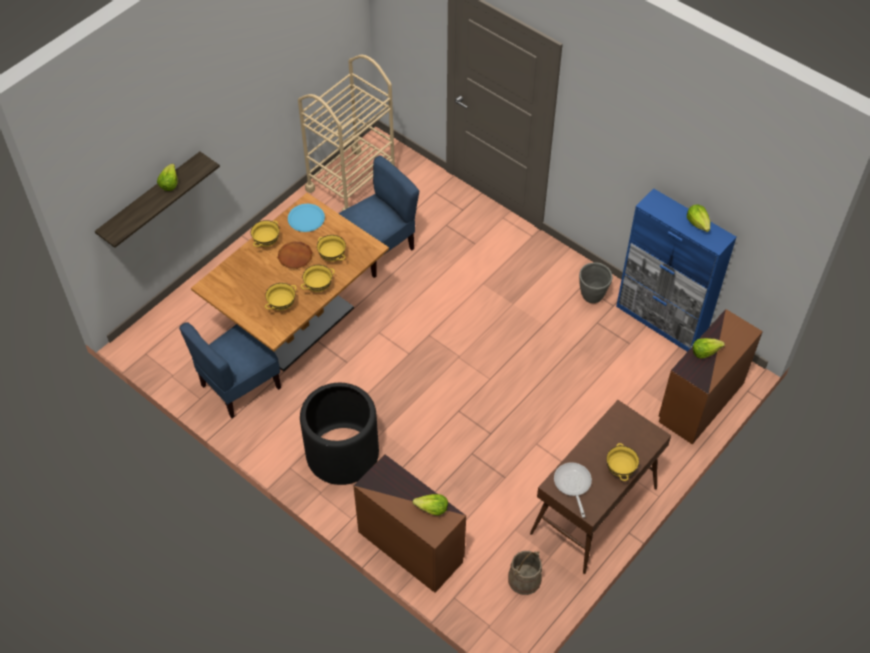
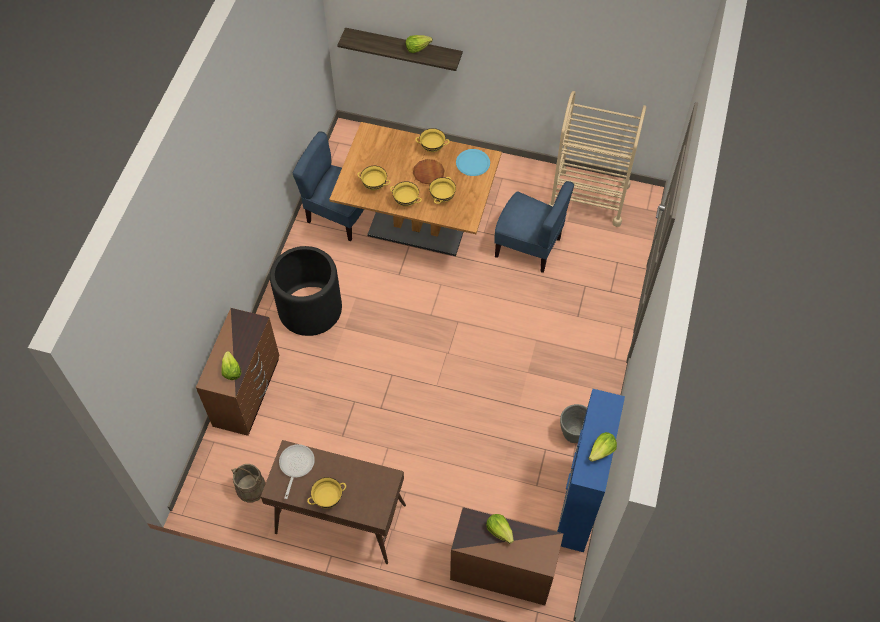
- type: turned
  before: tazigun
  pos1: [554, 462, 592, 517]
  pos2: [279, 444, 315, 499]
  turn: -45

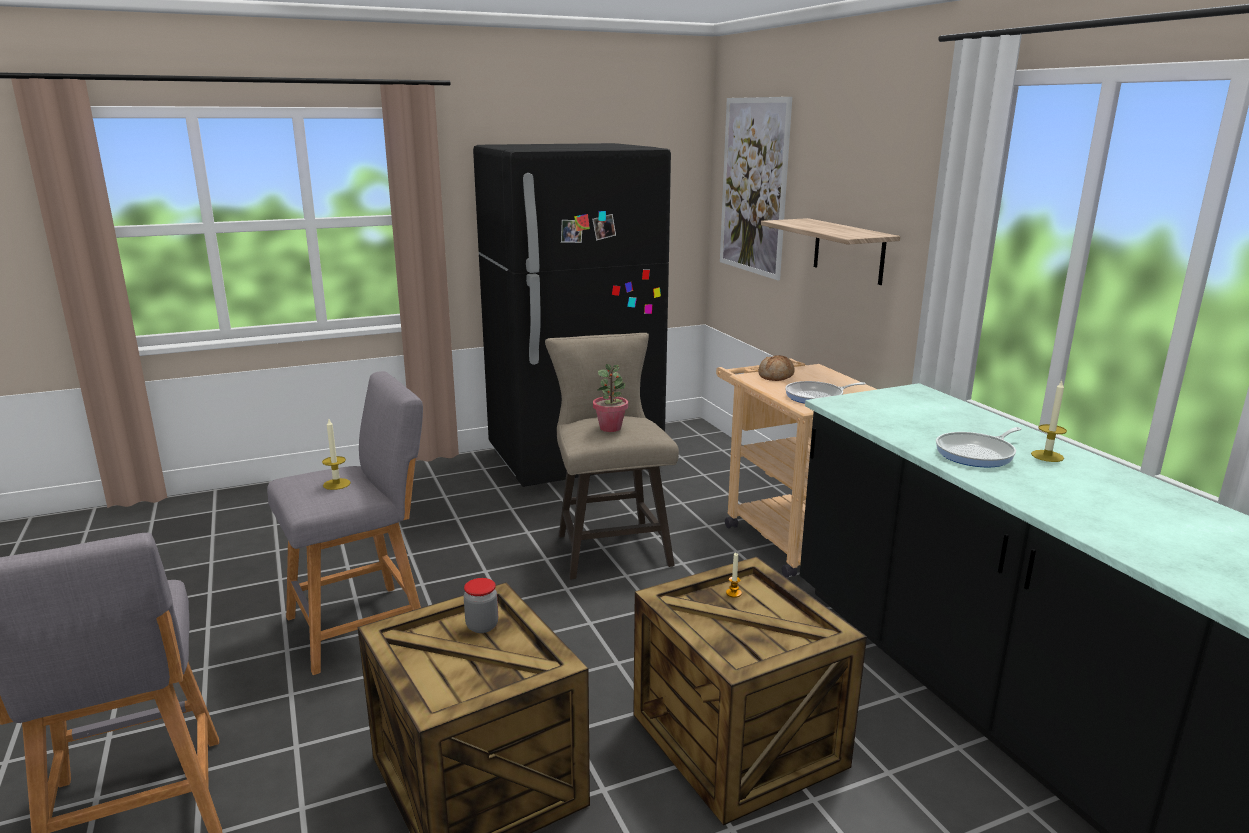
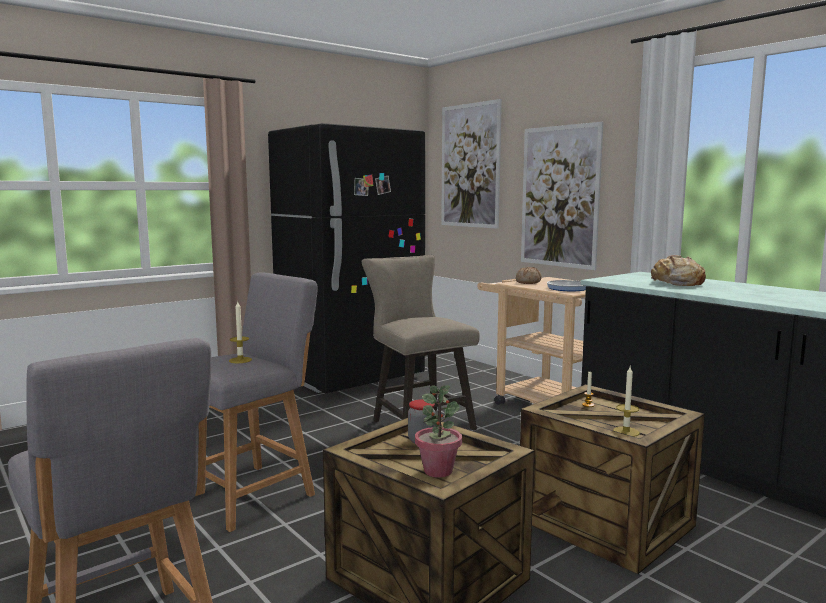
- type: replaced
  before: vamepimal
  after: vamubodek
  pos1: [761, 218, 900, 285]
  pos2: [521, 122, 603, 270]
- type: moved
  before: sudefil
  pos1: [593, 364, 628, 432]
  pos2: [415, 385, 462, 478]
- type: moved
  before: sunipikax
  pos1: [1031, 381, 1067, 462]
  pos2: [613, 367, 640, 437]
- type: removed
  before: tazigun
  pos1: [936, 427, 1021, 467]
- type: added
  after: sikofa
  pos2: [651, 255, 706, 286]

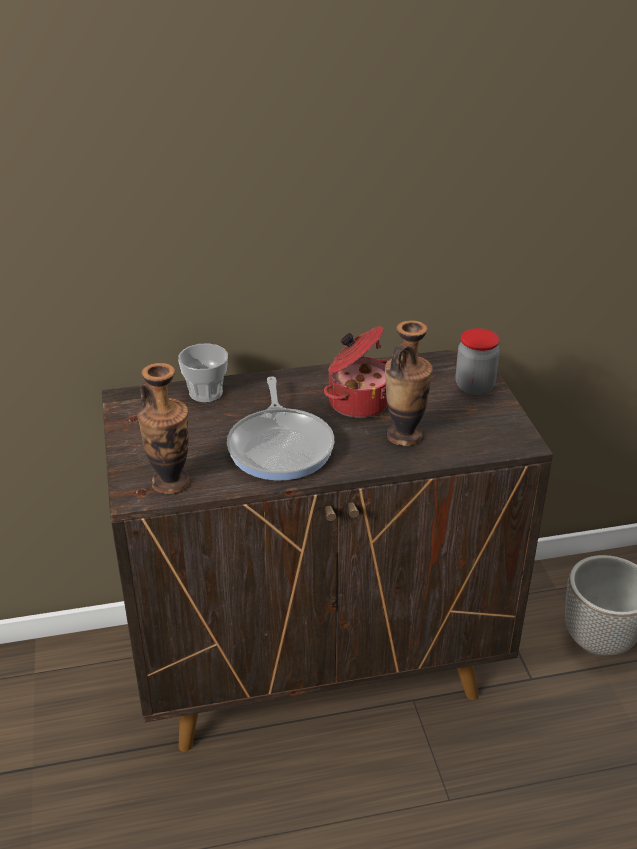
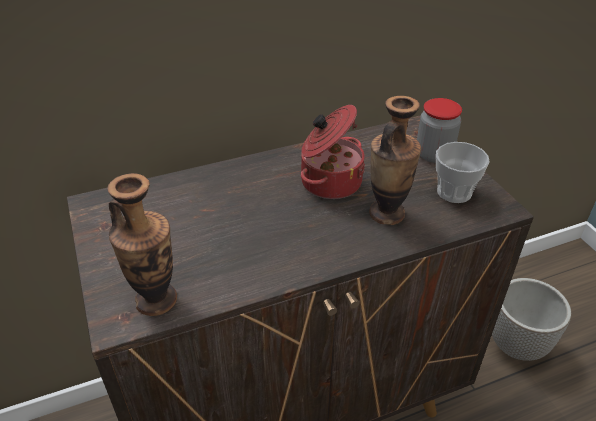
- type: moved
  before: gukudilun
  pos1: [178, 343, 228, 402]
  pos2: [436, 142, 490, 203]
- type: removed
  before: tazigun
  pos1: [227, 376, 335, 480]

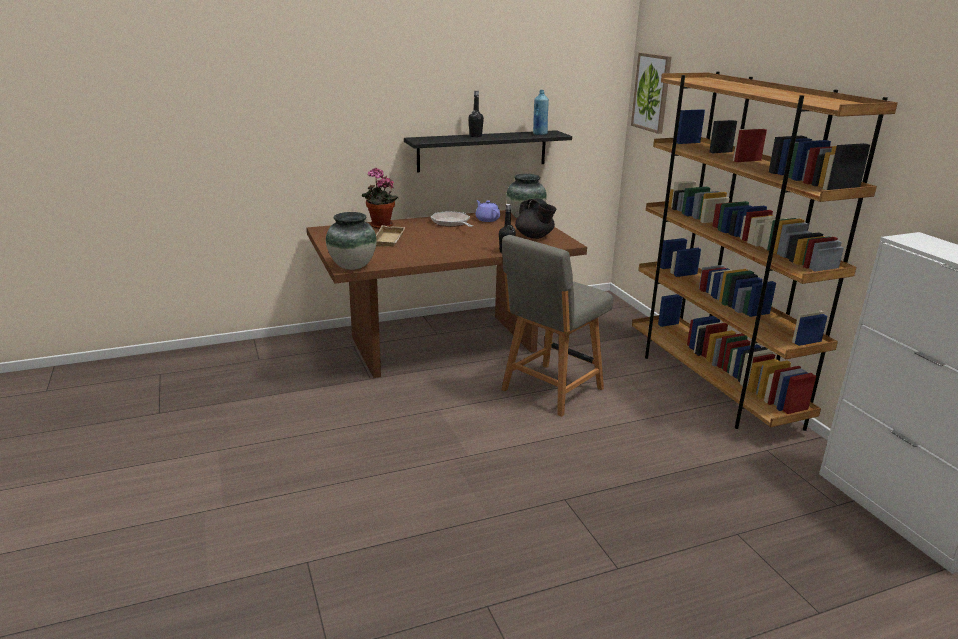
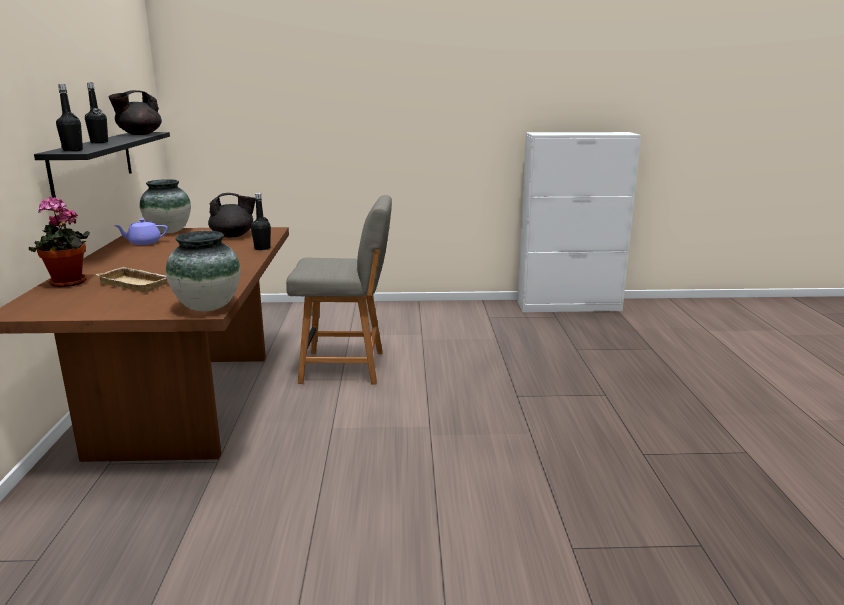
- type: removed
  before: vamubodek
  pos1: [631, 53, 671, 134]
- type: removed
  before: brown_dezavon
  pos1: [632, 72, 898, 431]
- type: replaced
  before: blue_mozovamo
  after: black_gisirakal
  pos1: [533, 90, 549, 135]
  pos2: [108, 90, 162, 135]
- type: removed
  before: tazigun
  pos1: [431, 211, 473, 227]
- type: turned
  before: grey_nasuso
  pos1: [501, 235, 613, 417]
  pos2: [286, 195, 392, 385]
  turn: -60
- type: added
  after: black_mozovamo
  pos2: [56, 84, 83, 152]

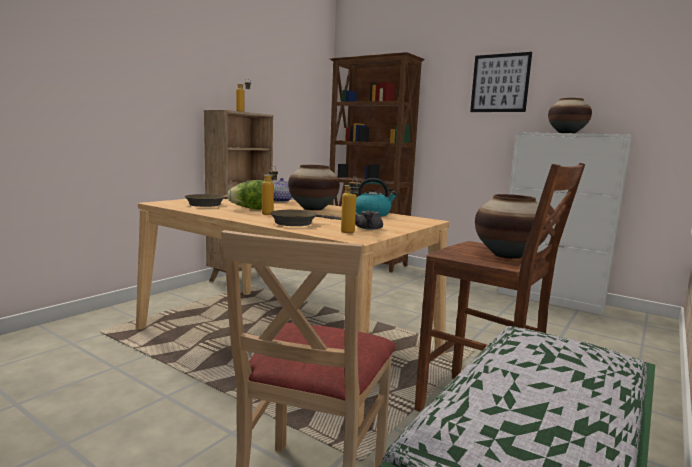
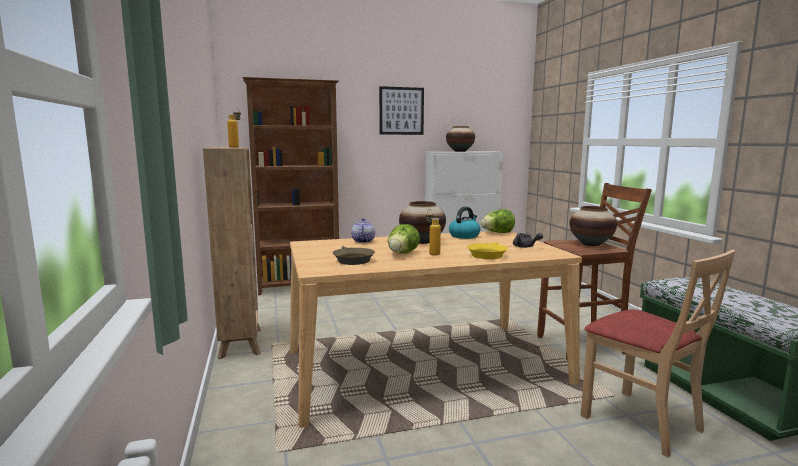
- type: removed
  before: mozovamo
  pos1: [341, 176, 360, 233]
- type: recoloured
  before: brown_tazigun
  after: yellow_tazigun
  pos1: [270, 210, 341, 226]
  pos2: [467, 242, 508, 259]
- type: added
  after: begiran
  pos2: [481, 209, 515, 233]

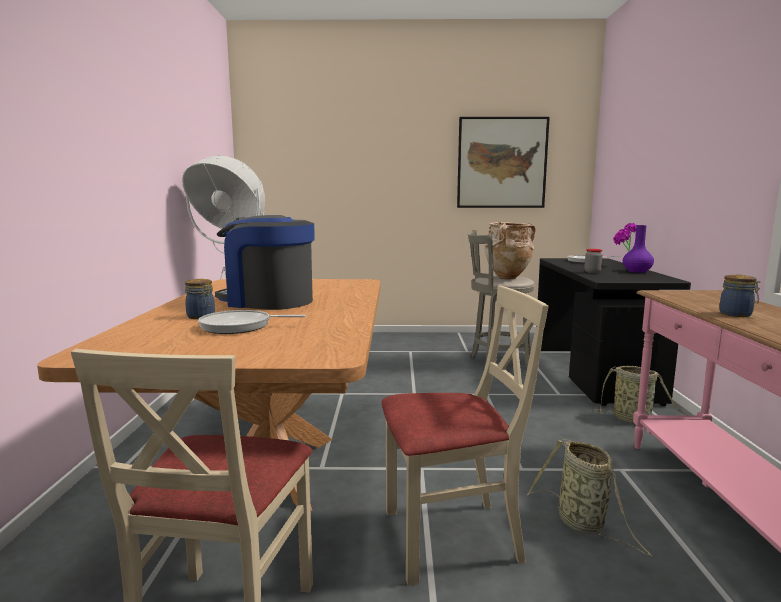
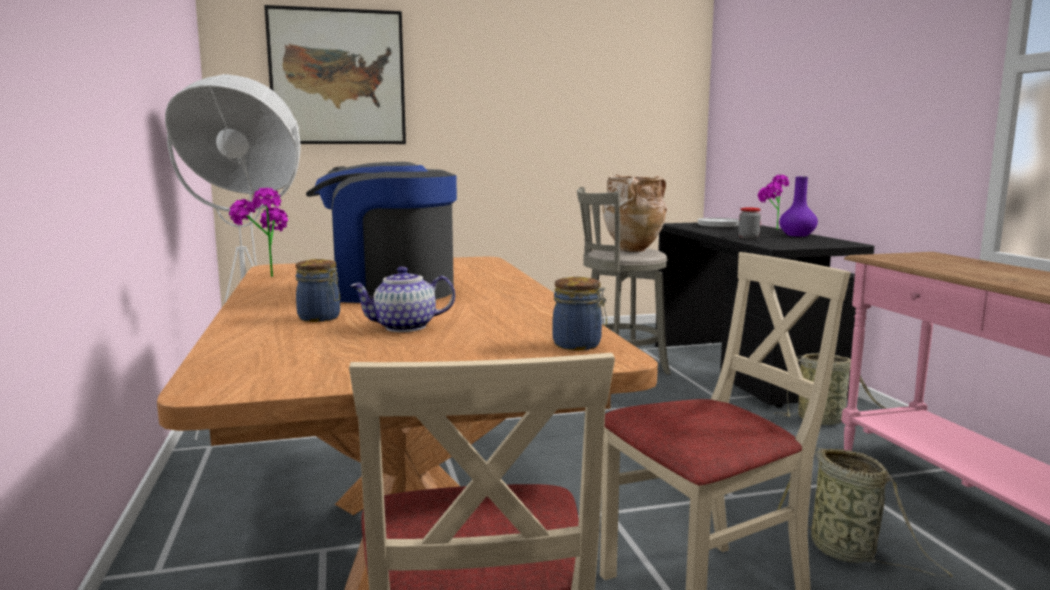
- type: moved
  before: vamubodek
  pos1: [457, 117, 550, 208]
  pos2: [264, 5, 406, 144]
- type: moved
  before: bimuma
  pos1: [719, 274, 761, 317]
  pos2: [552, 277, 607, 350]
- type: replaced
  before: tazigun
  after: gisirakal
  pos1: [198, 310, 306, 334]
  pos2: [350, 266, 455, 332]
- type: added
  after: sudefil
  pos2: [229, 188, 288, 277]

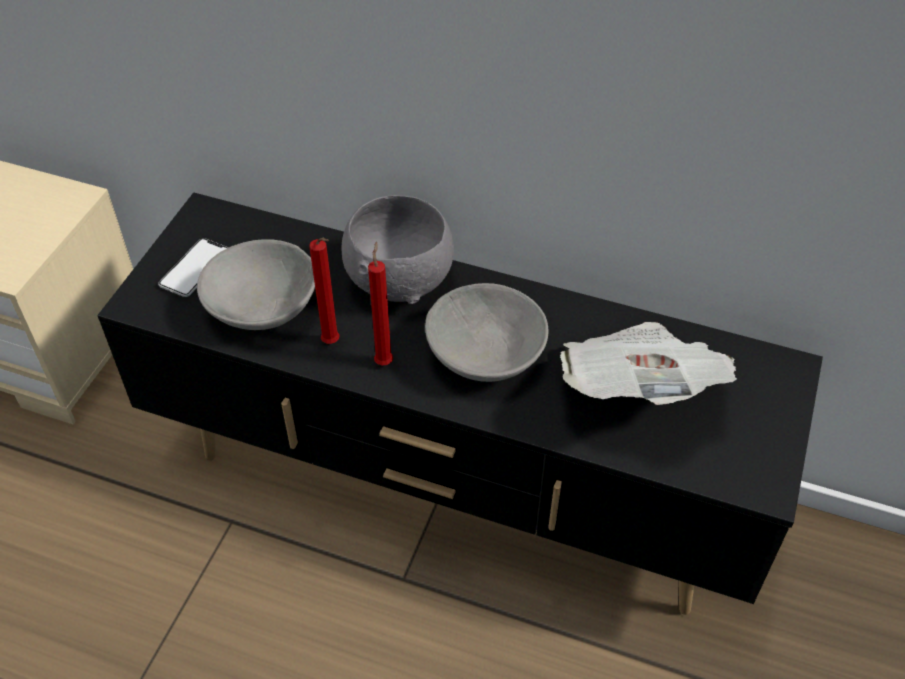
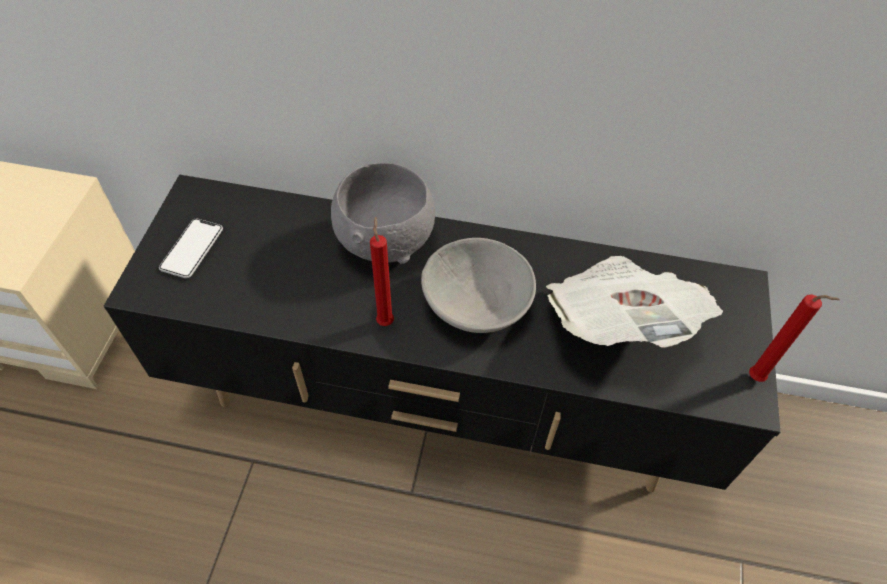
- type: moved
  before: red_sunipikax
  pos1: [309, 238, 340, 344]
  pos2: [749, 295, 840, 382]
- type: removed
  before: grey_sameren
  pos1: [197, 239, 315, 330]

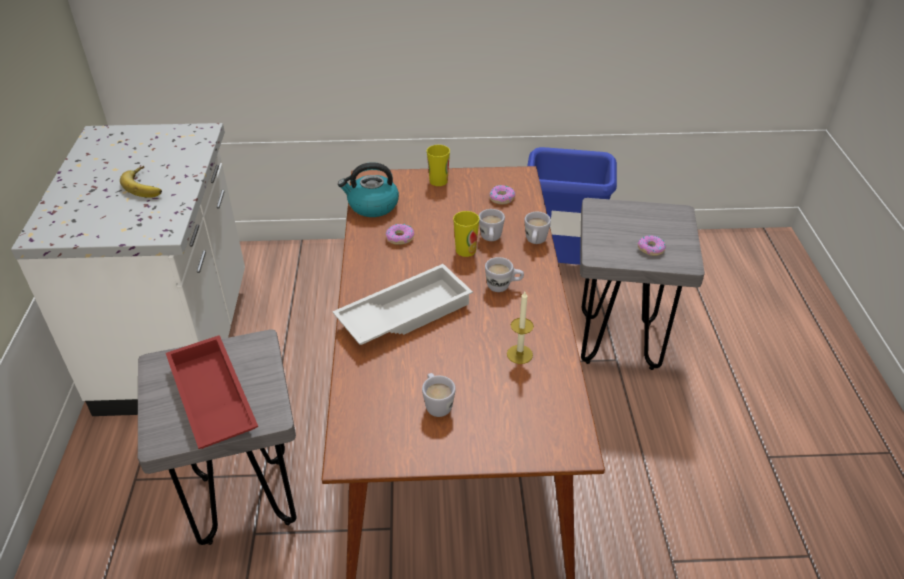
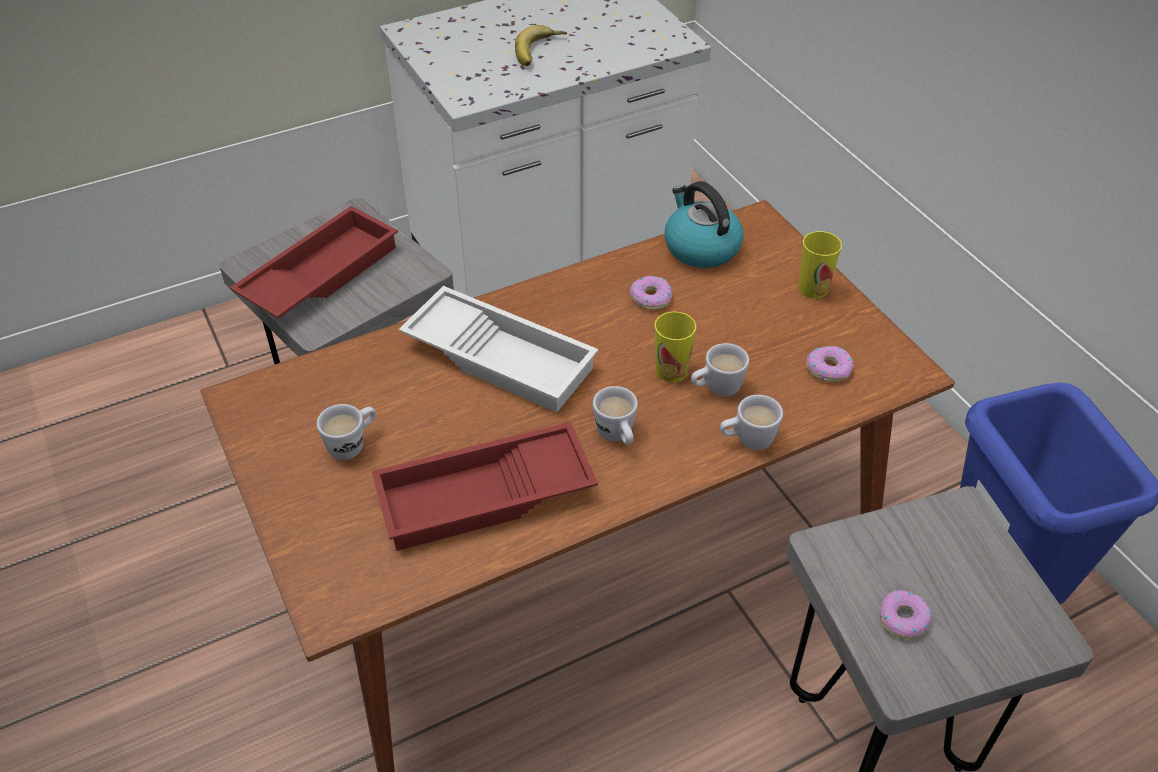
- type: replaced
  before: sunipikax
  after: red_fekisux
  pos1: [507, 292, 534, 364]
  pos2: [372, 422, 598, 551]

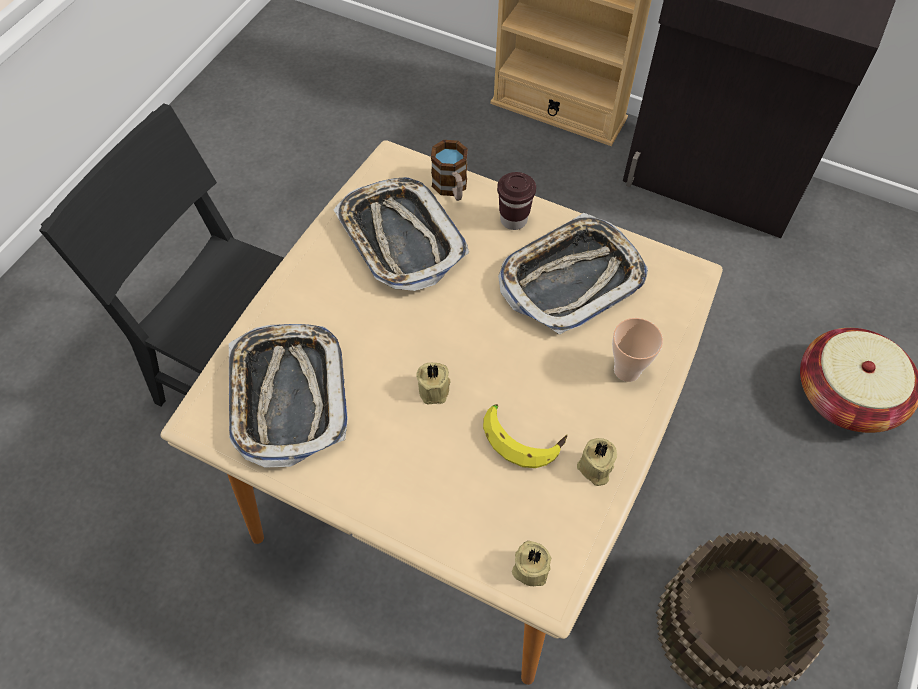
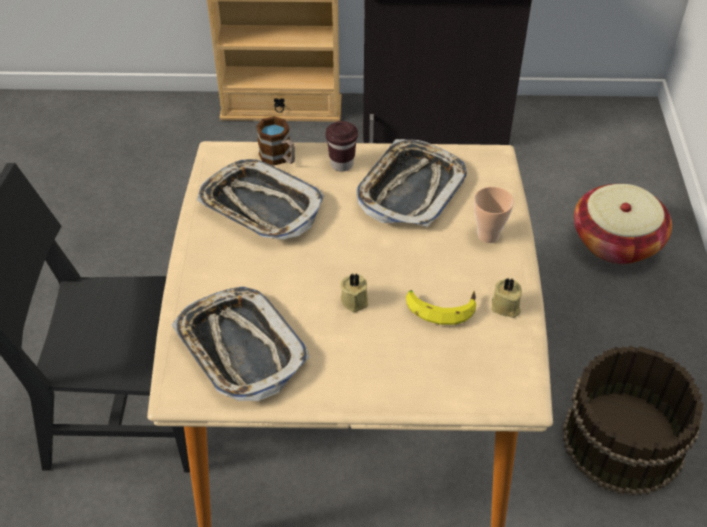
- type: removed
  before: beige_sunipikax
  pos1: [512, 541, 551, 586]

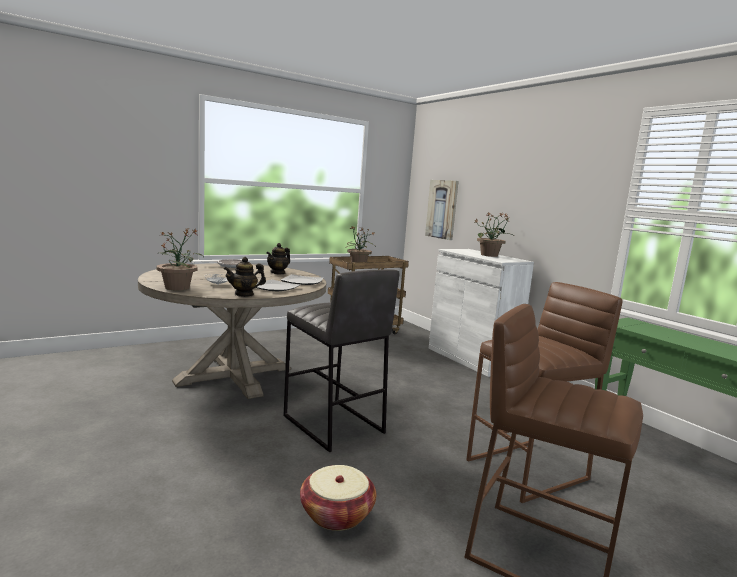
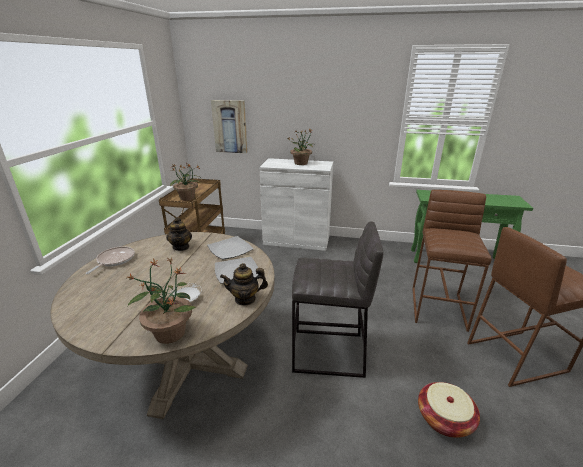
- type: turned
  before: gisirakal
  pos1: [223, 257, 266, 297]
  pos2: [220, 263, 268, 306]
  turn: 60

